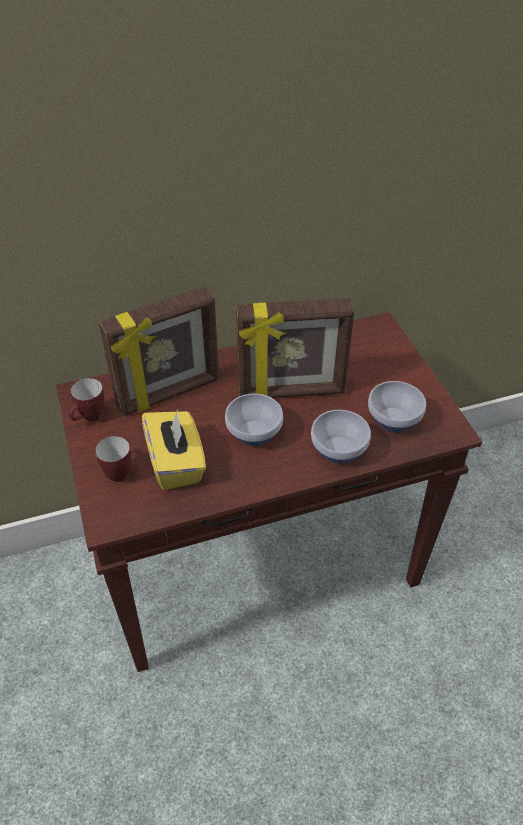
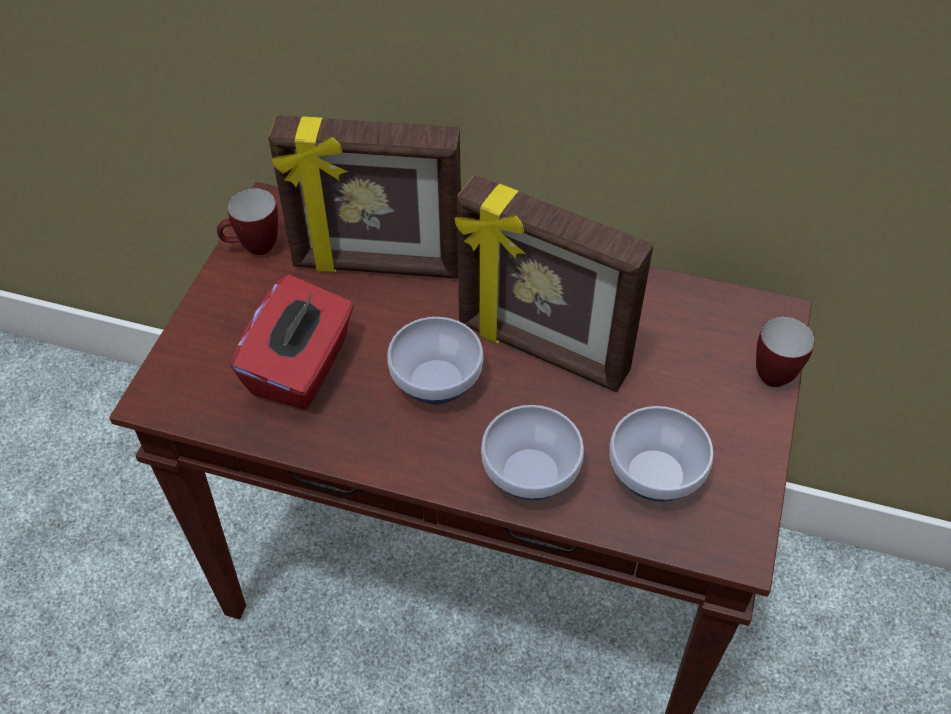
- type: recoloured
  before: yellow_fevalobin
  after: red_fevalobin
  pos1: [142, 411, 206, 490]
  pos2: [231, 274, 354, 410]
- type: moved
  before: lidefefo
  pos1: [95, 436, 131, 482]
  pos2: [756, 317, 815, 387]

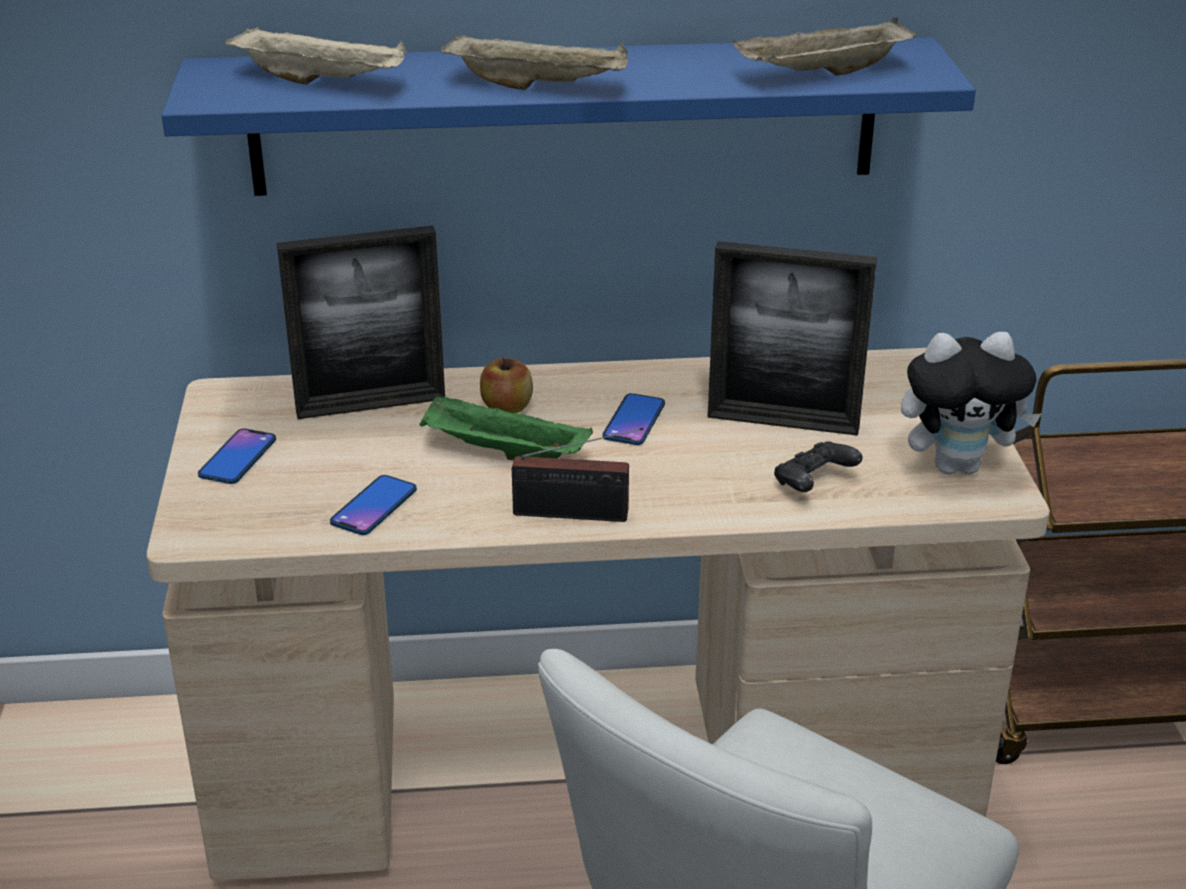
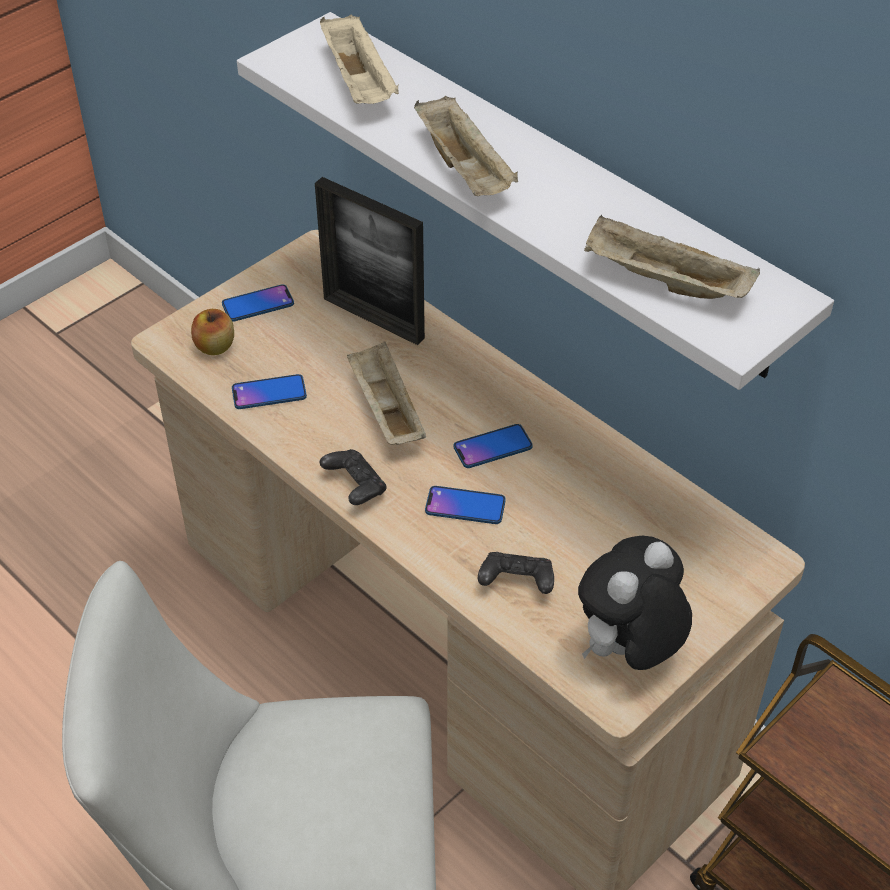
- type: recoloured
  before: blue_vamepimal
  after: white_vamepimal
  pos1: [161, 37, 976, 196]
  pos2: [237, 12, 834, 390]
- type: removed
  before: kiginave
  pos1: [708, 241, 877, 436]
- type: turned
  before: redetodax
  pos1: [901, 332, 1041, 475]
  pos2: [578, 536, 692, 670]
  turn: 90
- type: moved
  before: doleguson
  pos1: [480, 358, 533, 413]
  pos2: [191, 309, 234, 355]
- type: recoloured
  before: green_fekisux
  after: beige_fekisux
  pos1: [420, 394, 593, 461]
  pos2: [347, 342, 426, 445]
- type: replaced
  before: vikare
  after: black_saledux
  pos1: [512, 428, 644, 522]
  pos2: [320, 449, 387, 505]
- type: added
  after: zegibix
  pos2: [425, 486, 506, 524]

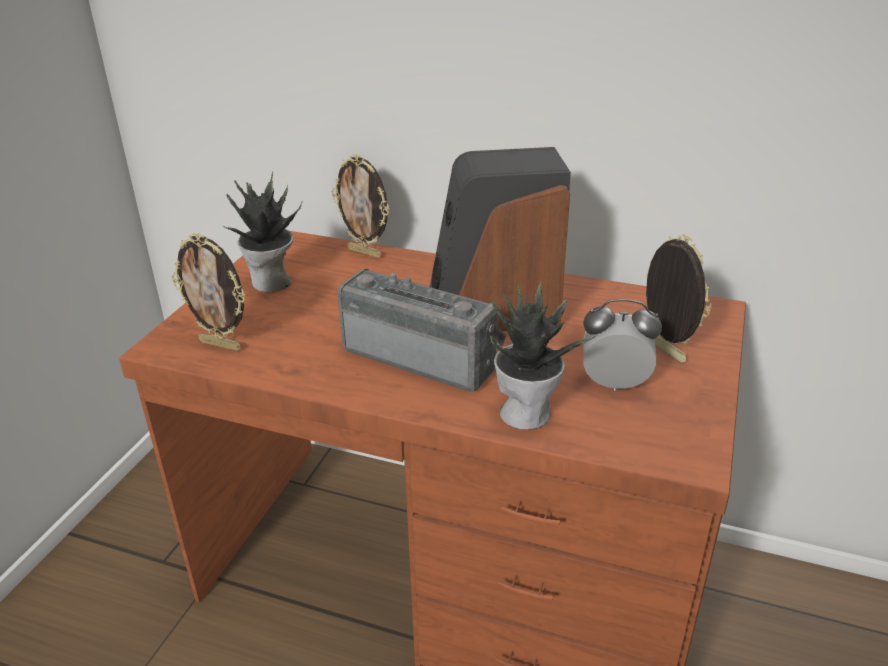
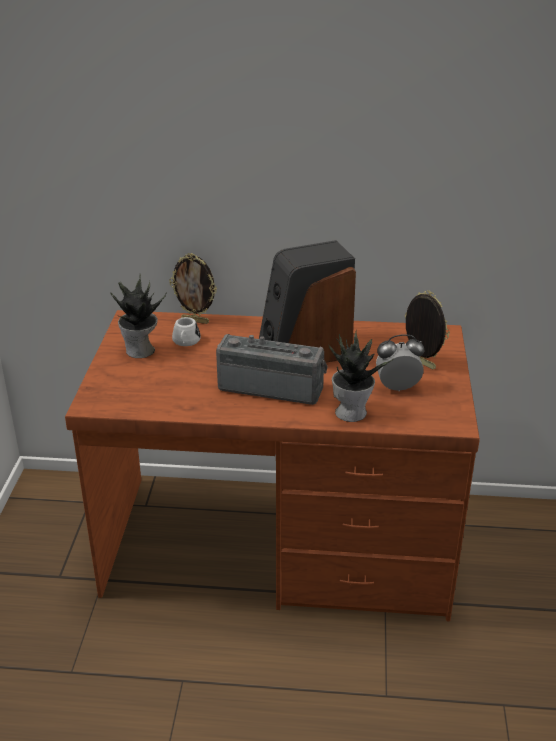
- type: removed
  before: kiginave
  pos1: [172, 233, 245, 351]
- type: added
  after: white_lidefefo
  pos2: [172, 317, 201, 346]

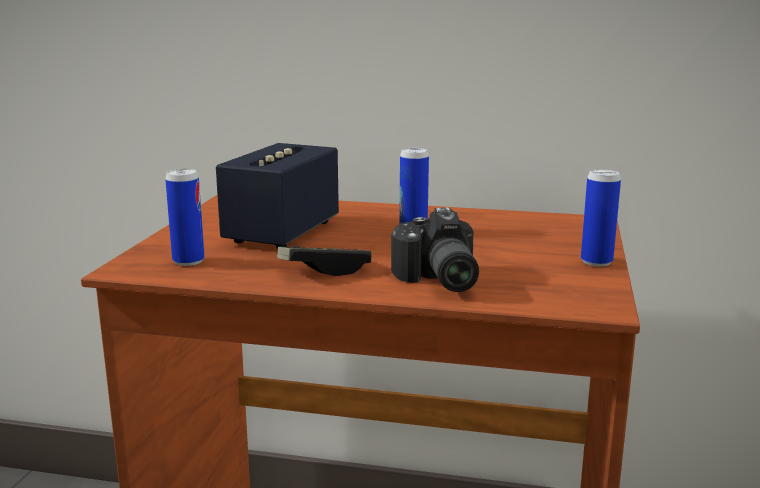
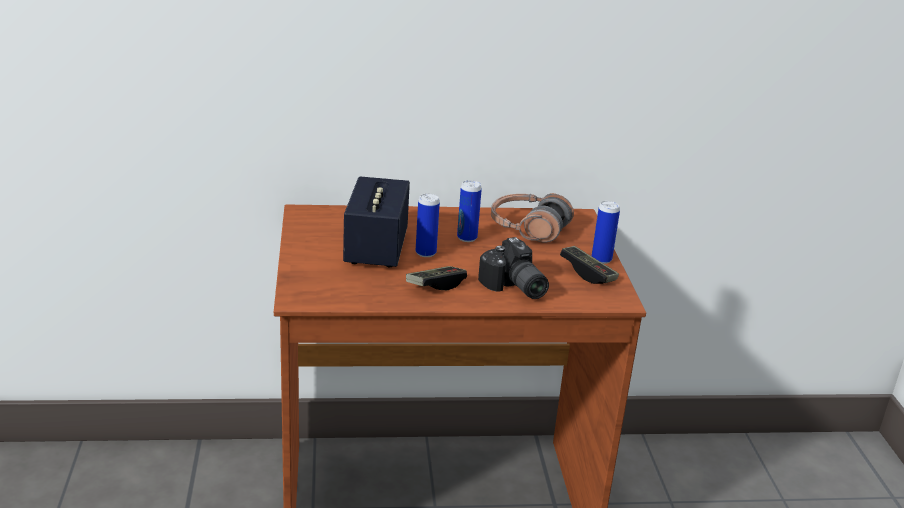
- type: moved
  before: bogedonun
  pos1: [165, 169, 204, 266]
  pos2: [416, 193, 440, 257]
- type: added
  after: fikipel
  pos2: [491, 193, 574, 243]
- type: added
  after: saledux
  pos2: [560, 246, 619, 284]

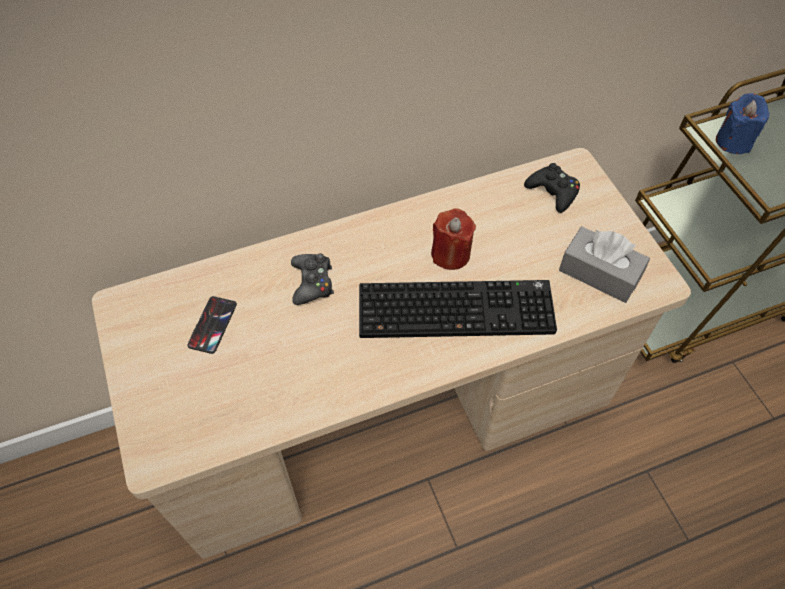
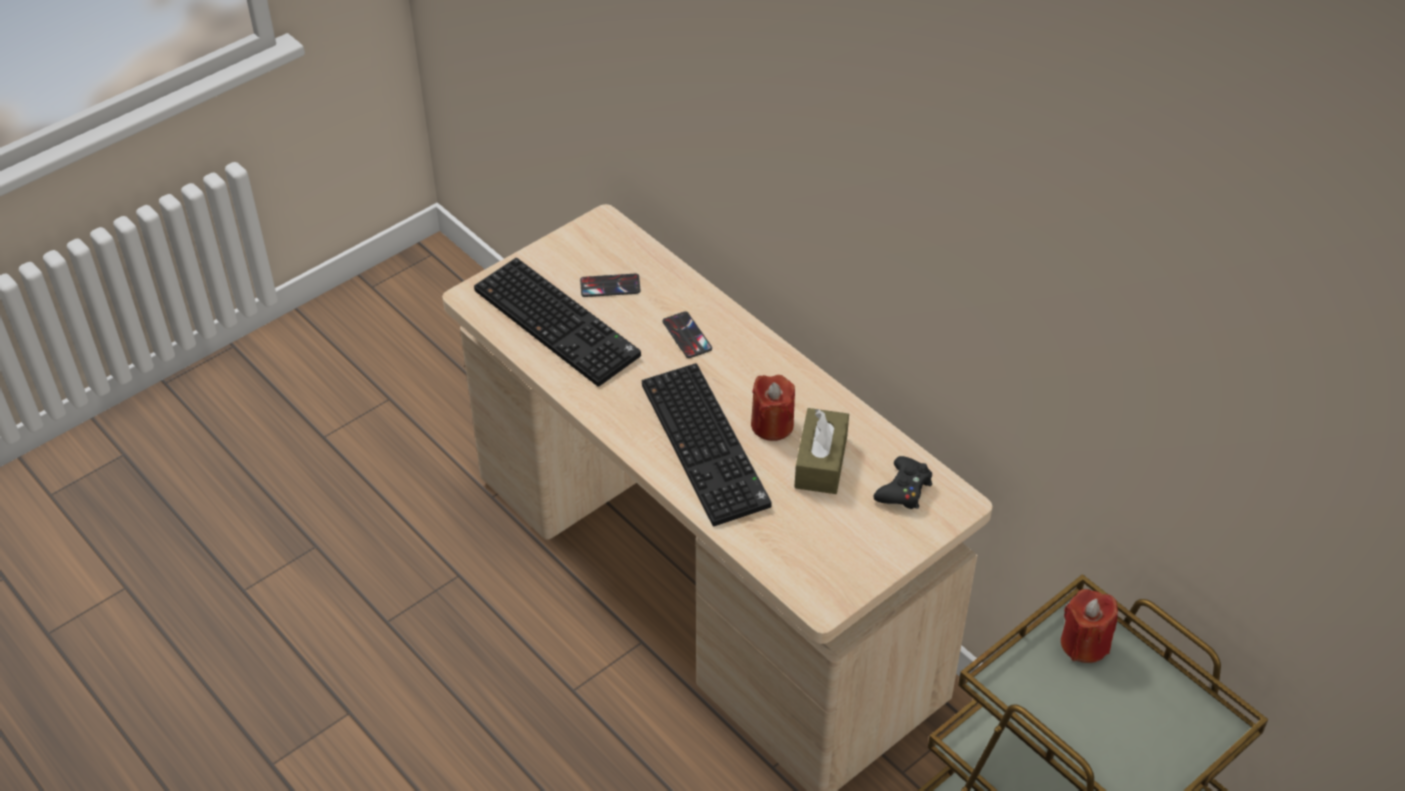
- type: recoloured
  before: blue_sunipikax
  after: red_sunipikax
  pos1: [716, 93, 770, 154]
  pos2: [1061, 589, 1118, 663]
- type: removed
  before: grey_fevalobin
  pos1: [559, 227, 650, 303]
- type: replaced
  before: black_saledux
  after: zegibix
  pos1: [291, 253, 334, 305]
  pos2: [662, 311, 712, 358]
- type: added
  after: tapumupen
  pos2: [474, 258, 641, 387]
- type: added
  after: brown_fevalobin
  pos2: [794, 408, 849, 494]

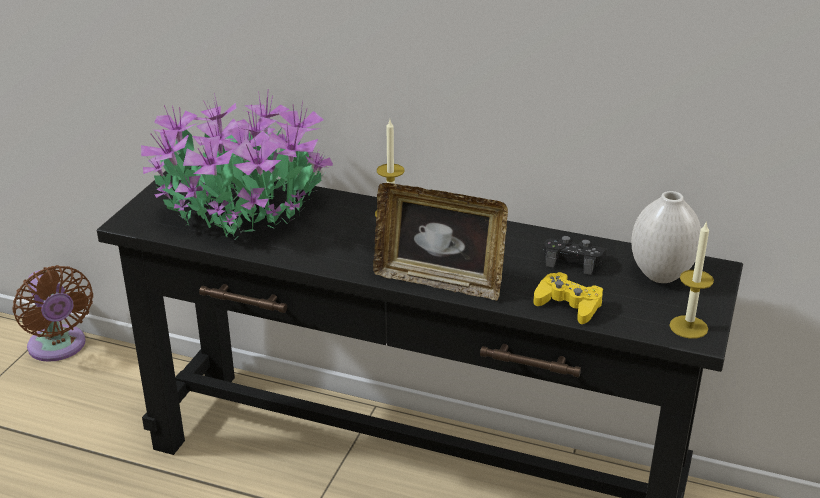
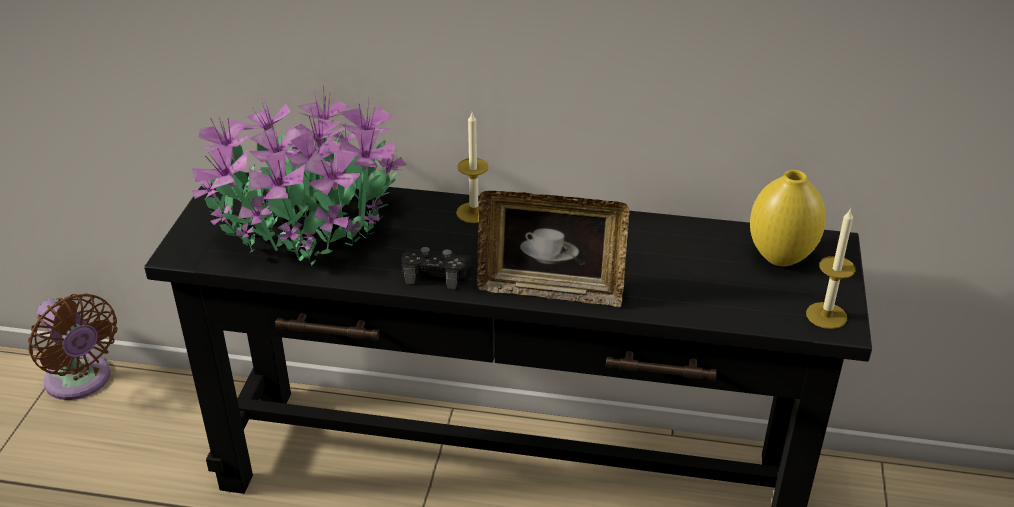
- type: recoloured
  before: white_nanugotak
  after: yellow_nanugotak
  pos1: [631, 191, 701, 283]
  pos2: [750, 170, 826, 267]
- type: moved
  before: black_saledux
  pos1: [543, 236, 607, 275]
  pos2: [401, 247, 471, 289]
- type: removed
  before: yellow_saledux
  pos1: [533, 272, 603, 324]

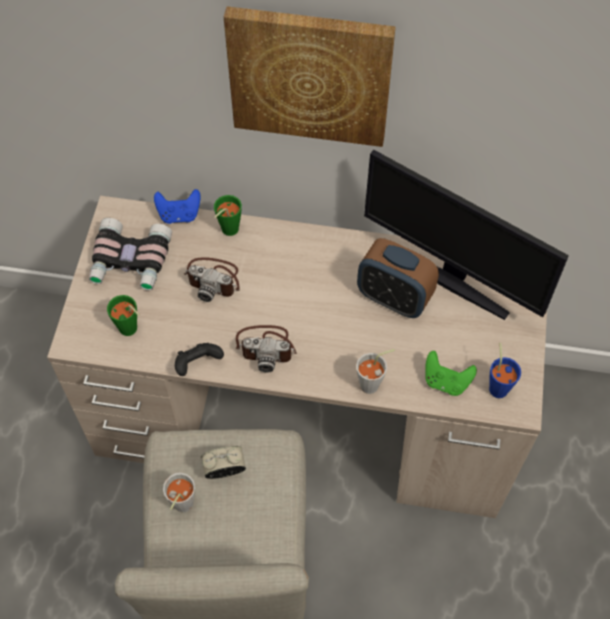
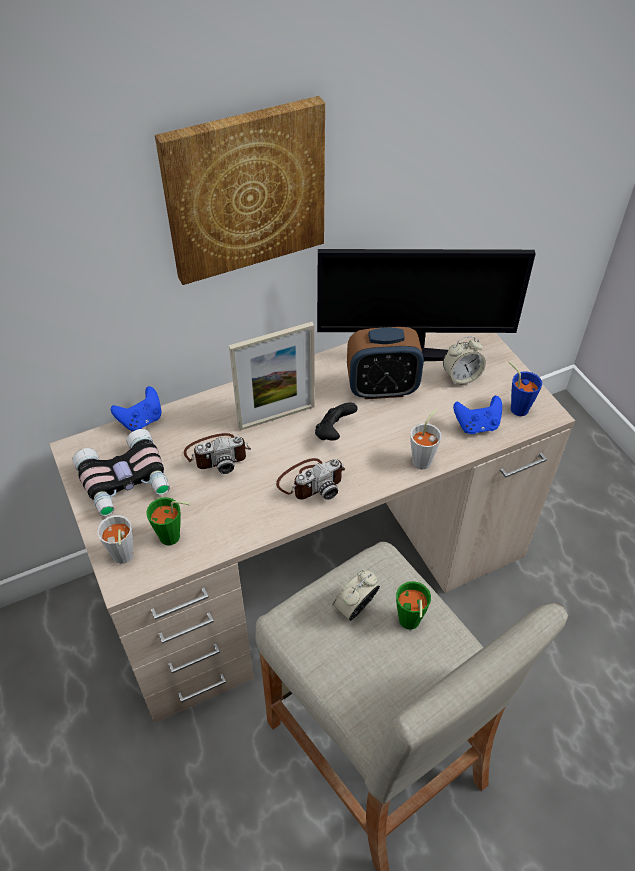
- type: moved
  before: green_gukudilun
  pos1: [214, 195, 242, 236]
  pos2: [396, 581, 431, 630]
- type: moved
  before: black_saledux
  pos1: [175, 343, 224, 376]
  pos2: [315, 402, 358, 440]
- type: recoloured
  before: green_saledux
  after: blue_saledux
  pos1: [425, 351, 477, 396]
  pos2: [453, 396, 502, 434]
- type: moved
  before: grey_gukudilun
  pos1: [163, 473, 195, 512]
  pos2: [97, 515, 134, 564]
- type: added
  after: kiginave
  pos2: [229, 322, 315, 430]
- type: added
  after: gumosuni
  pos2: [443, 336, 486, 385]

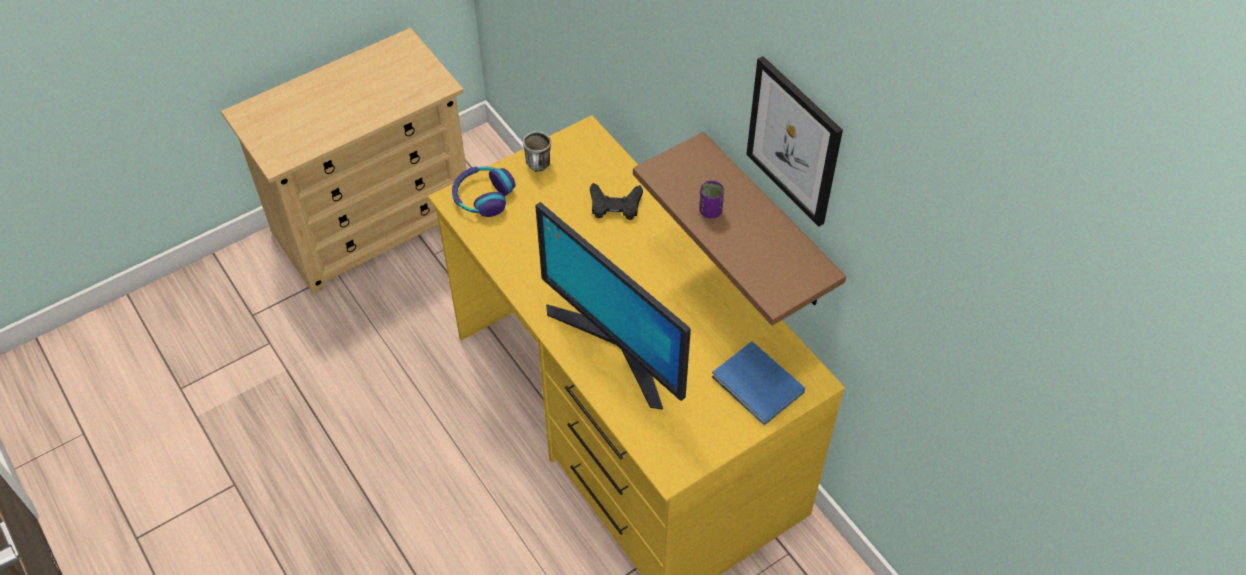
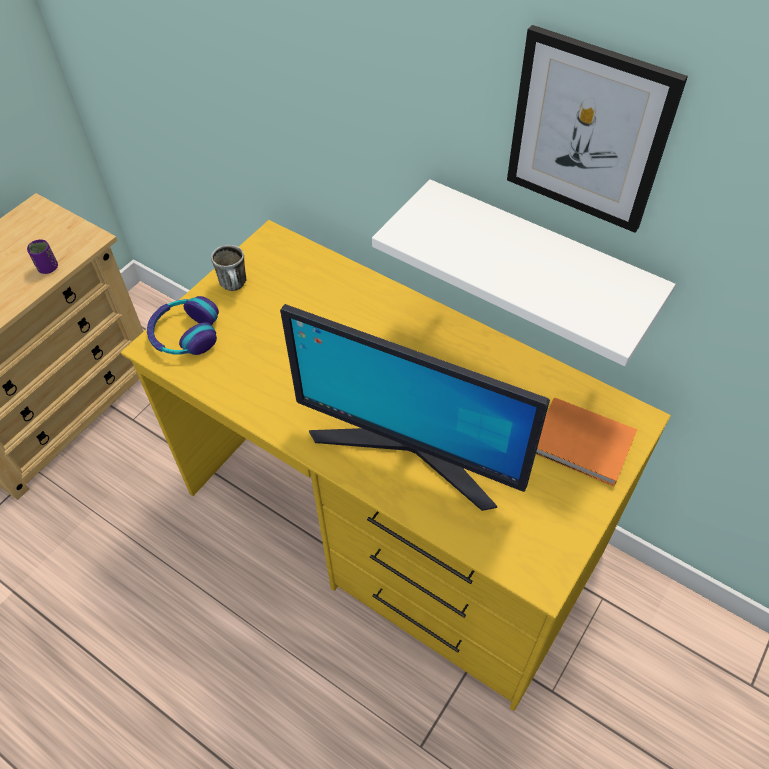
- type: recoloured
  before: brown_vamepimal
  after: white_vamepimal
  pos1: [633, 132, 846, 326]
  pos2: [372, 179, 676, 366]
- type: moved
  before: purple_gukudilun
  pos1: [699, 181, 724, 218]
  pos2: [27, 239, 58, 274]
- type: removed
  before: black_saledux
  pos1: [590, 183, 643, 220]
- type: recoloured
  before: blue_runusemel
  after: orange_runusemel
  pos1: [712, 341, 805, 425]
  pos2: [536, 397, 637, 486]

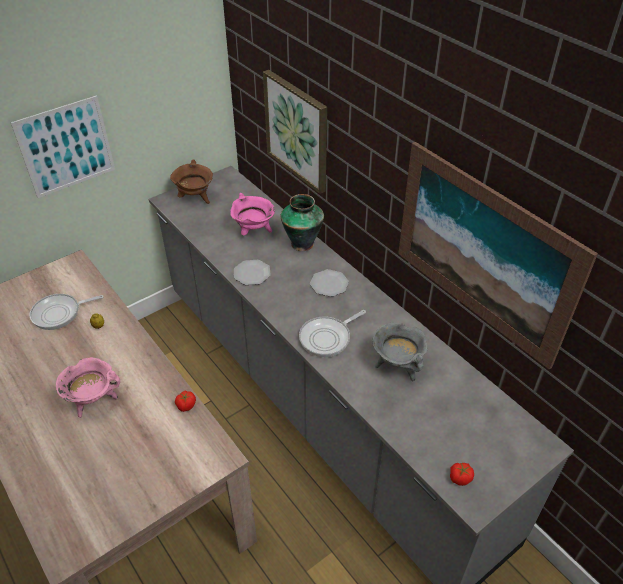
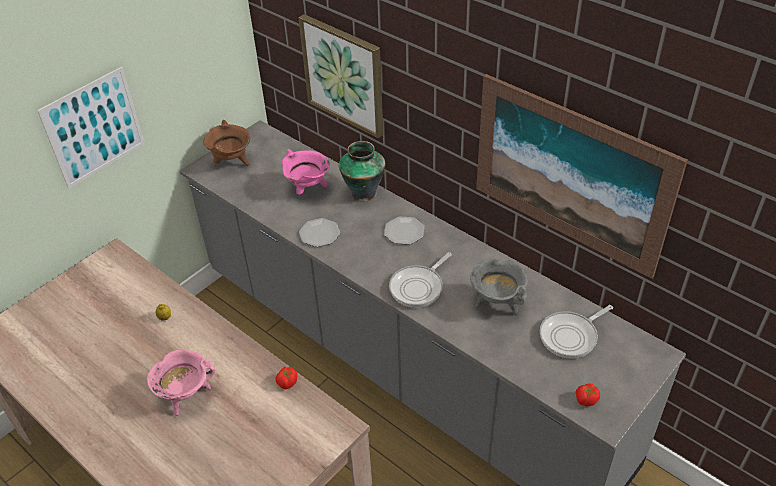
- type: moved
  before: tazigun
  pos1: [30, 294, 104, 330]
  pos2: [540, 305, 613, 359]

